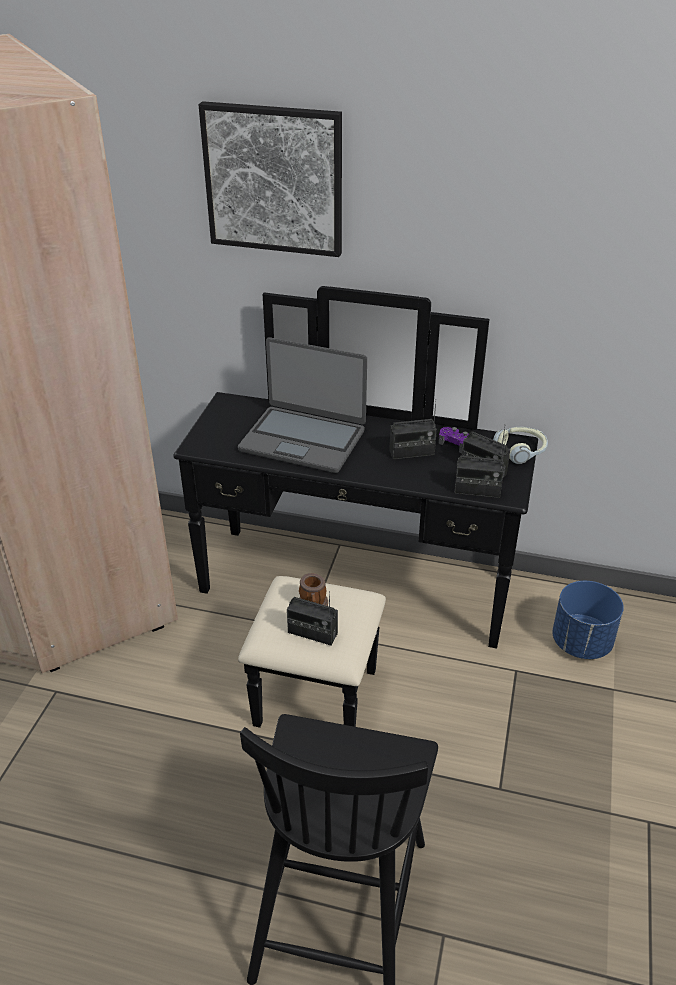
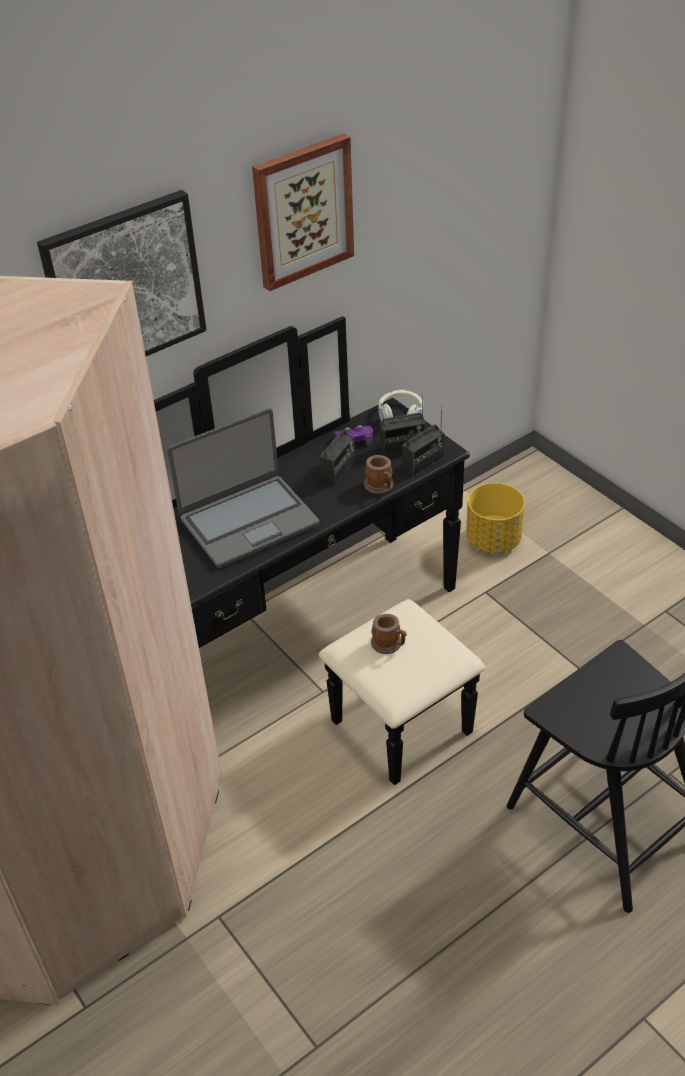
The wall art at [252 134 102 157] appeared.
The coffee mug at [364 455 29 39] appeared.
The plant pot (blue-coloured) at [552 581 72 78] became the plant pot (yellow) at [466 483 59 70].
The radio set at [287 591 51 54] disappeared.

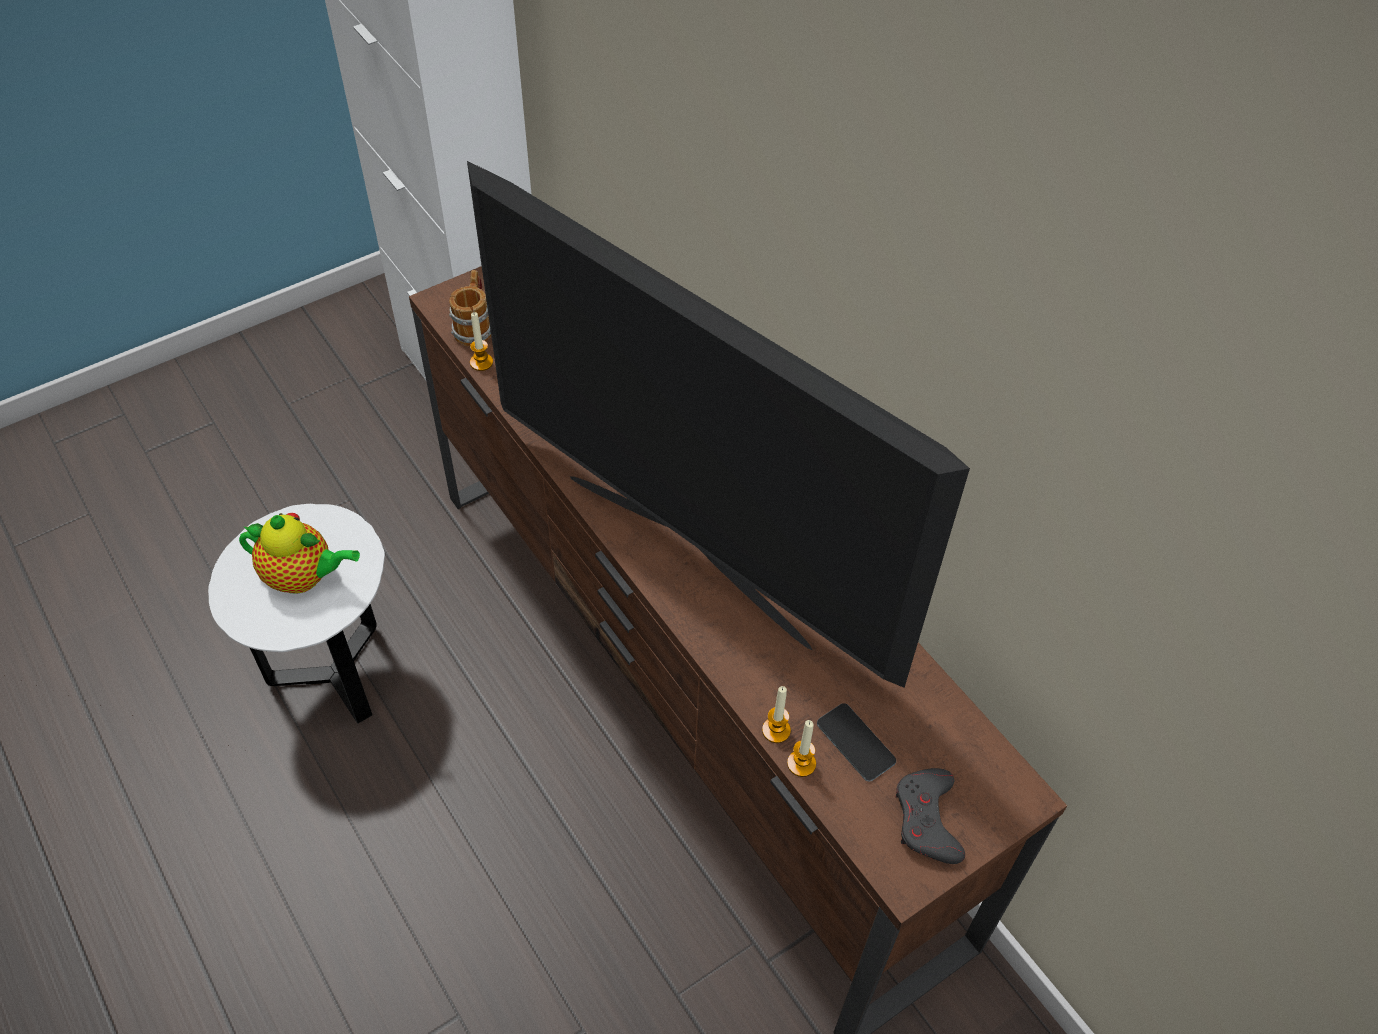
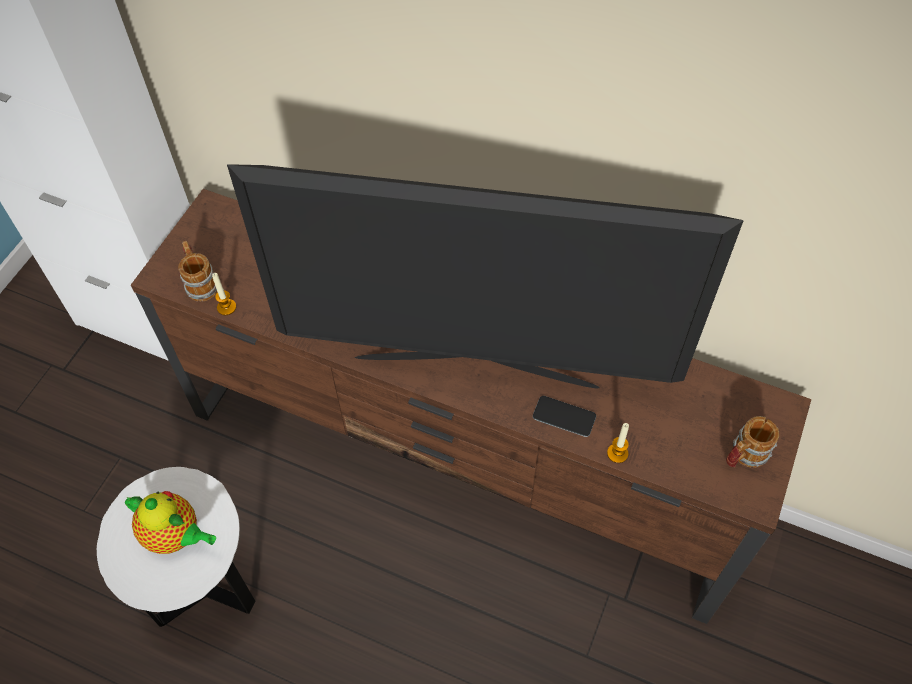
The tea pot at [239 513 121 81] turned 45 degrees clockwise.
The phone moved from [817 703 79 78] to [533 396 63 41].
The game controller (greyish) at [896 768 69 96] was replaced by the coffee mug at [726 416 53 52].
The wax light at [787 720 29 57] disappeared.

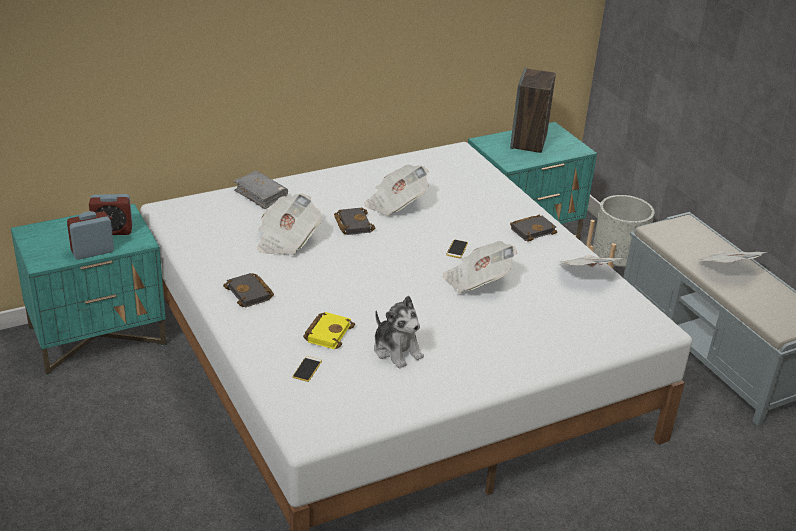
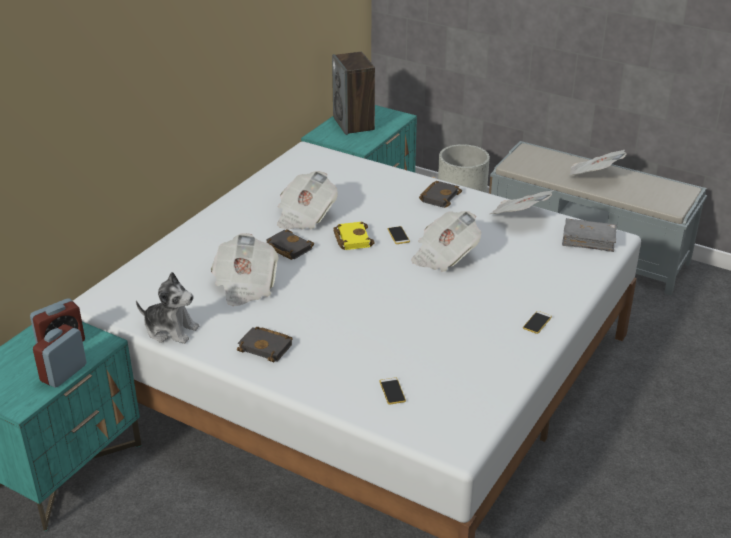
The cuddly toy moved from [374 296 50 73] to [136 272 64 72].
The volume (yellow) moved from [303 312 52 37] to [333 222 42 28].
The phone at [523 311 29 23] appeared.
The volume (greyish) moved from [234 171 54 38] to [562 218 55 34].

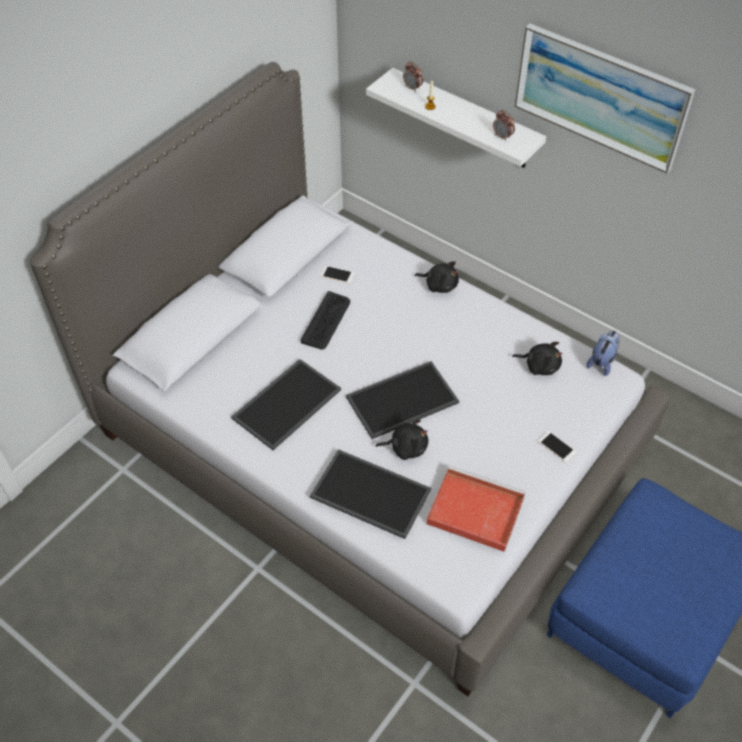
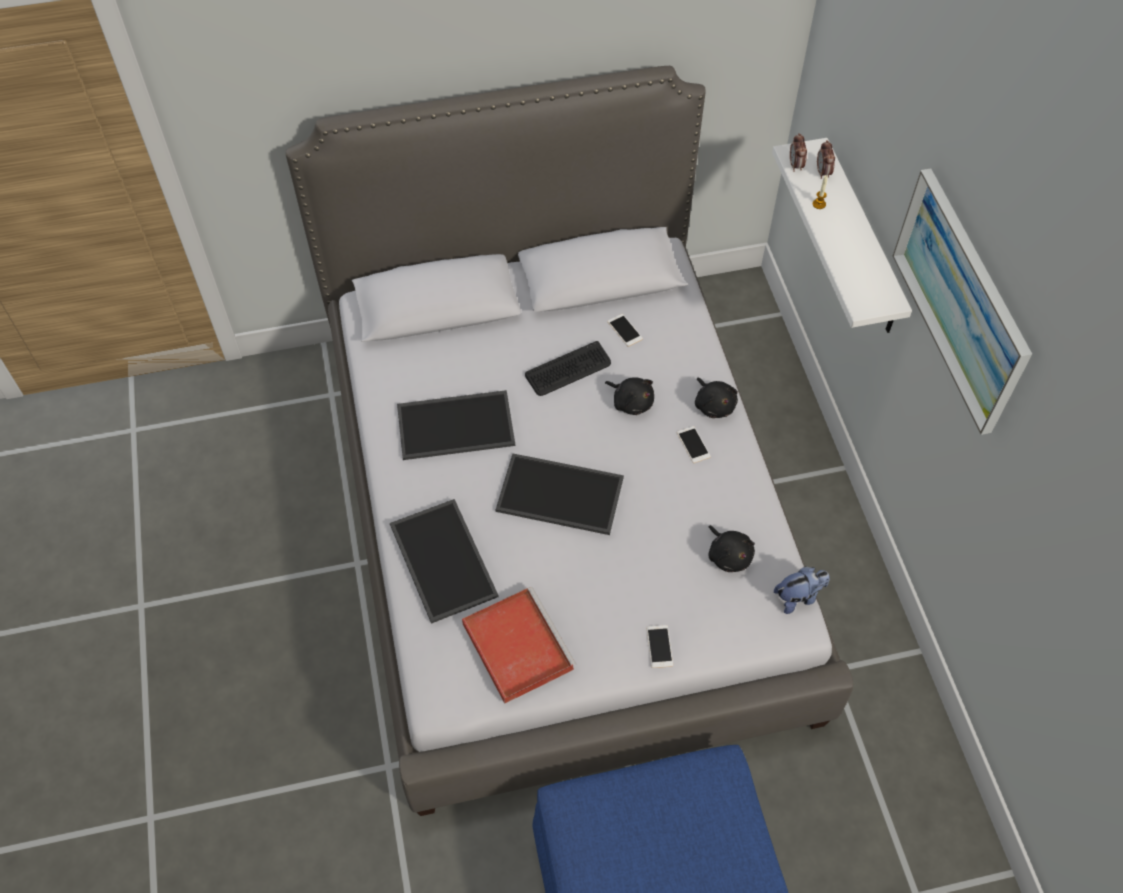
The cuddly toy (blackish) moved from [376 420 52 40] to [605 377 49 38].
The phone at [677 426 34 37] appeared.
The alarm clock moved from [493 110 22 31] to [790 133 17 39].

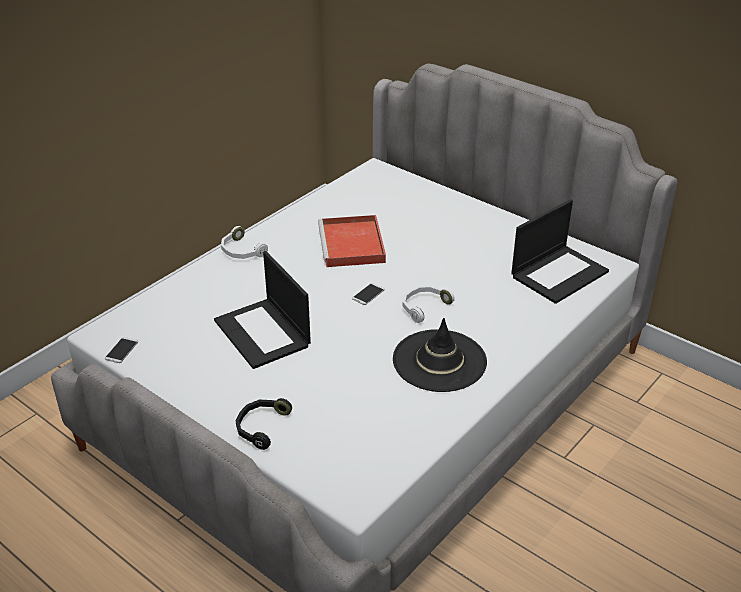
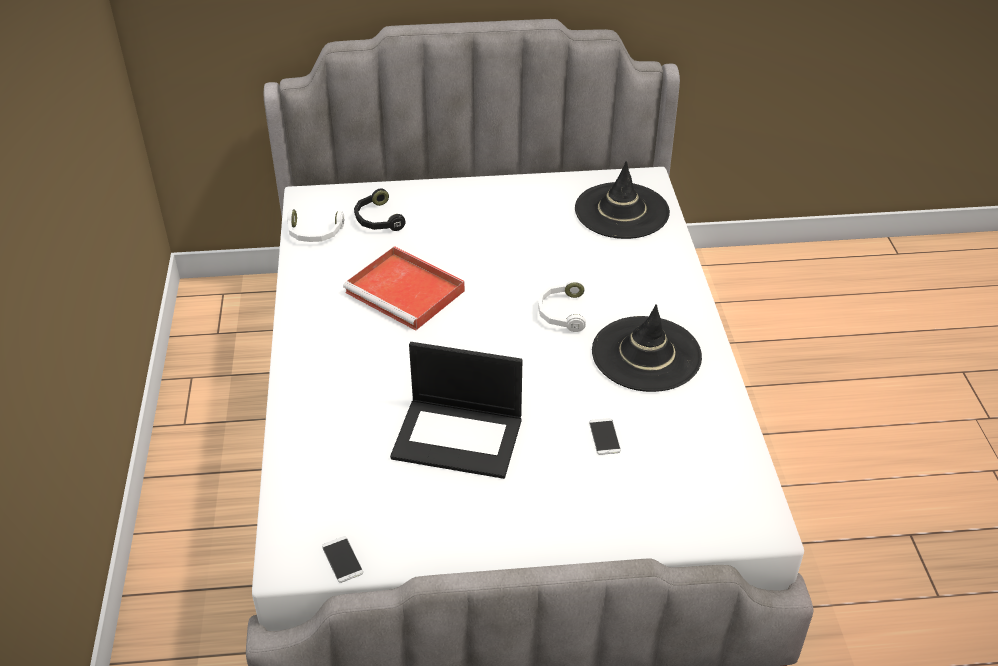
The headphones (white-coloured) moved from [221 226 47 33] to [287 209 57 33].
The headphones (blackish) moved from [236 398 56 52] to [354 189 52 42].
The portable computer at [511 199 98 105] was replaced by the wearable hat (blackish) at [575 161 95 78].
The phone moved from [352 283 33 22] to [589 418 32 37].

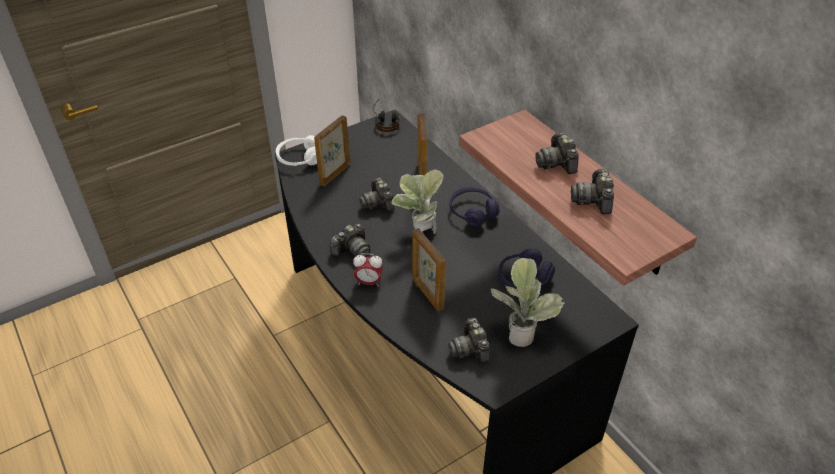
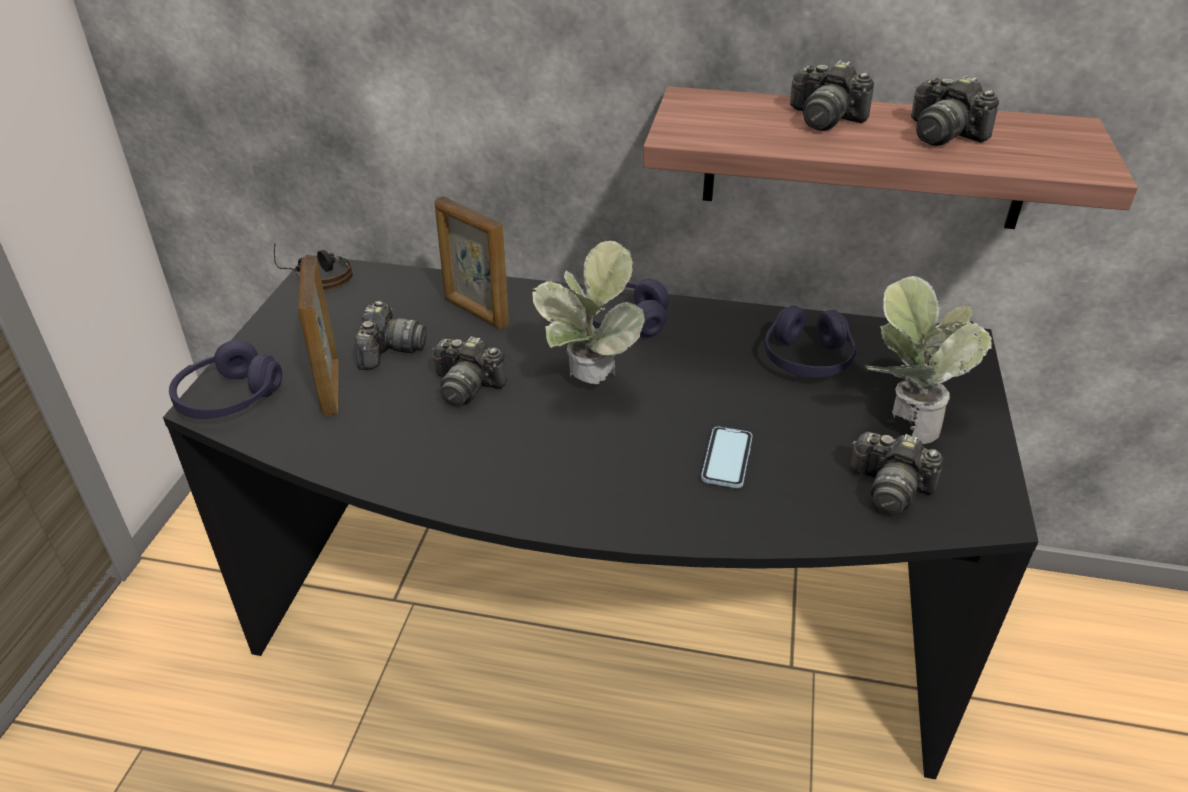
The headphones (white-coloured) at [276 135 41 31] became the headphones (purplish) at [169 340 113 79].
The still camera moved from [330 223 41 34] to [354 301 73 69].
The standing frame at [412 228 34 83] was replaced by the phone at [701 427 52 61].
The alarm clock at [353 253 30 34] disappeared.

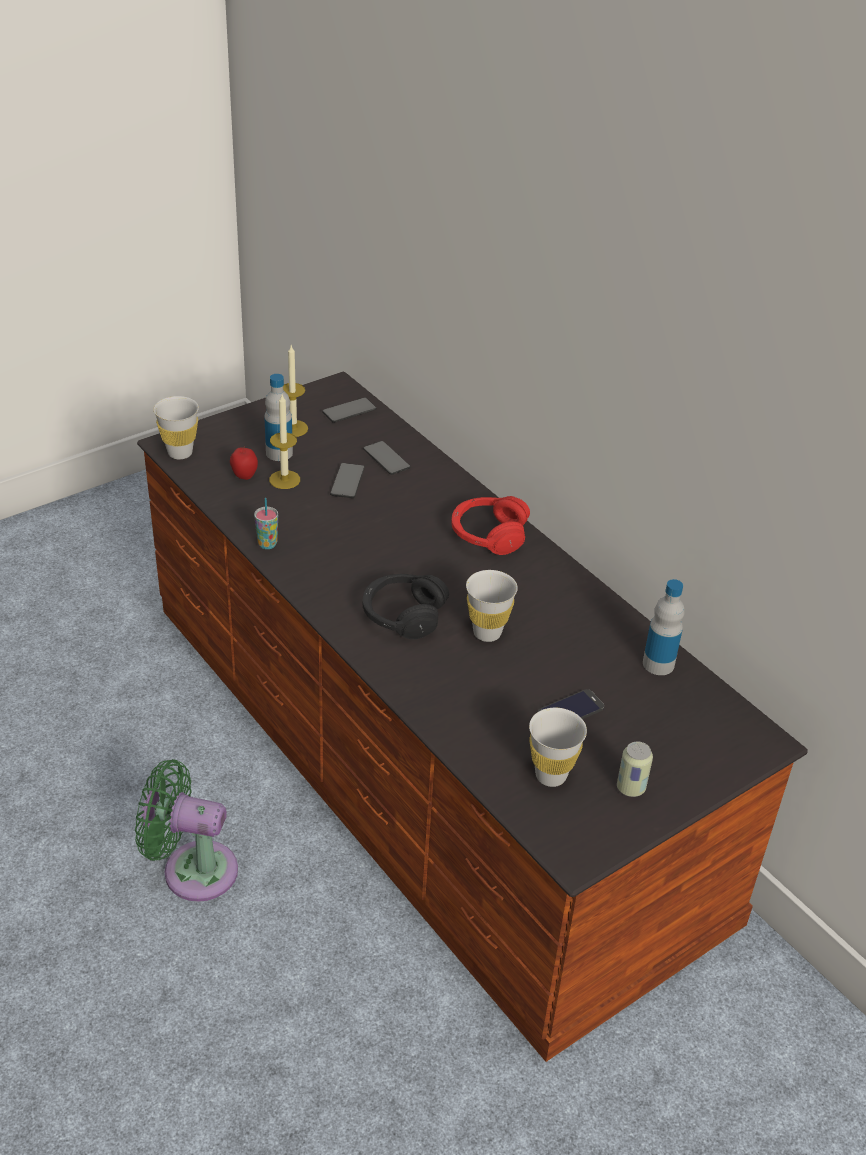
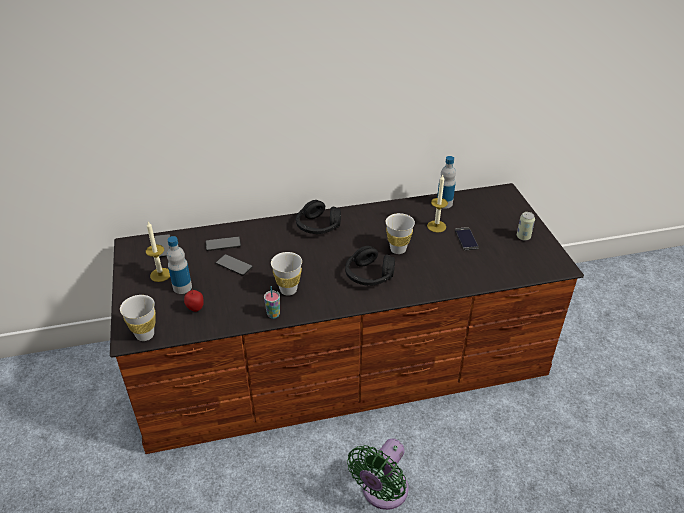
The cup (white-coloured) moved from [529 708 58 79] to [271 252 31 44].
The headphones (red-coloured) at [451 496 79 59] became the headphones (blackish) at [296 200 45 34].
The wax light moved from [269 395 31 94] to [427 175 21 57].

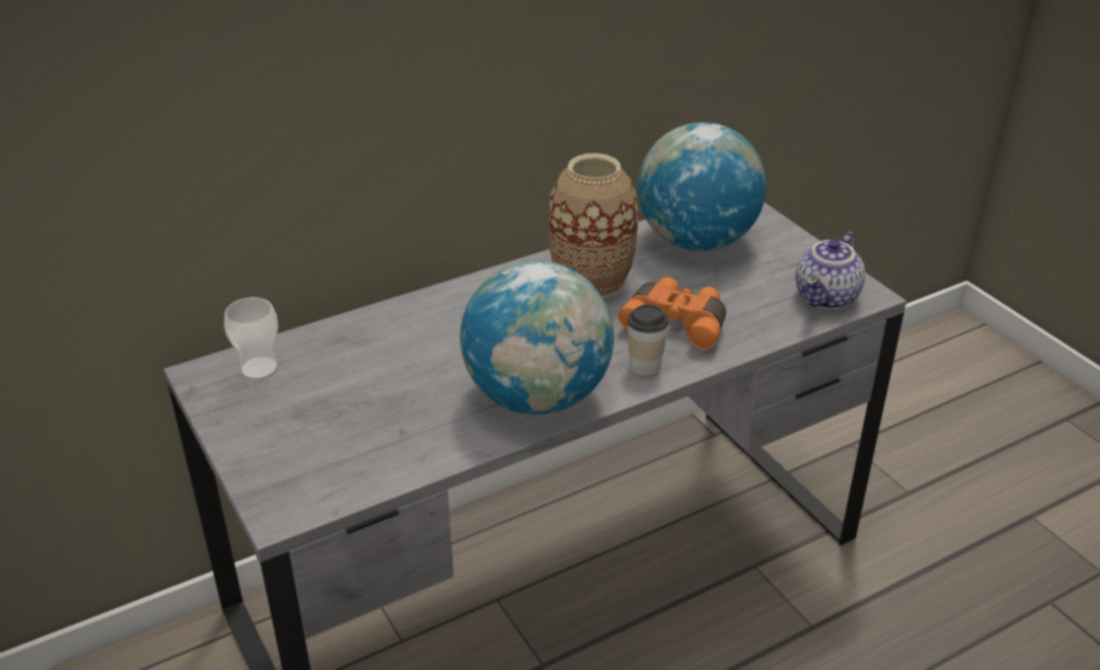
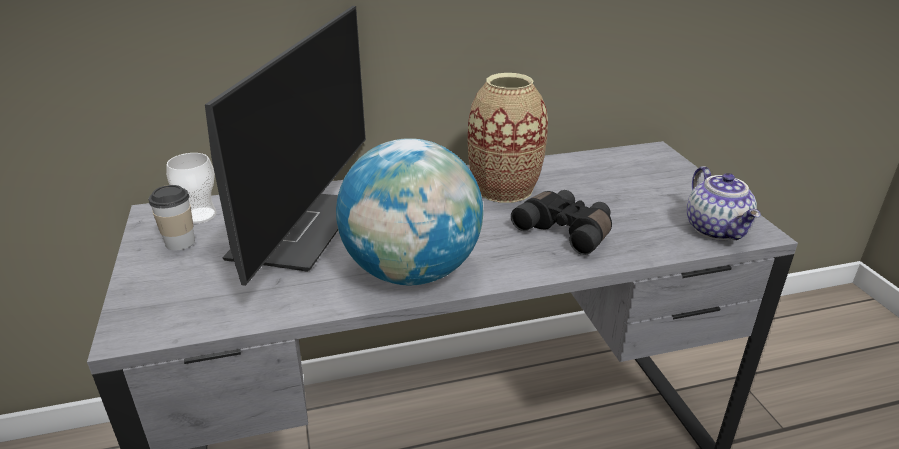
The cup moved from [627 304 42 72] to [149 185 46 65].
The computer display at [205 6 161 280] appeared.
The binoculars (orange) at [618 277 108 72] became the binoculars (blackish) at [511 190 101 65].
The tea pot at [795 232 70 78] turned 60 degrees counterclockwise.
The globe at [638 122 128 129] disappeared.

